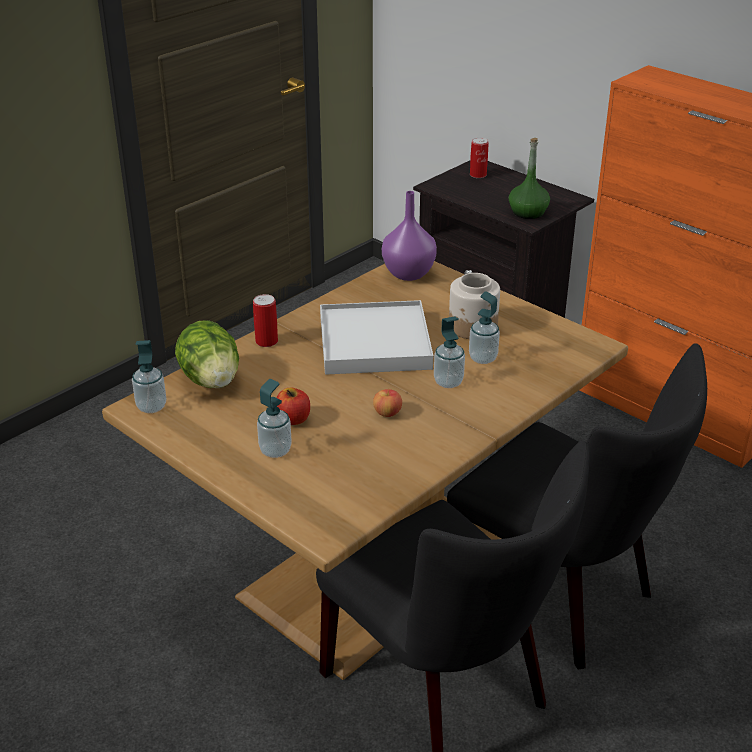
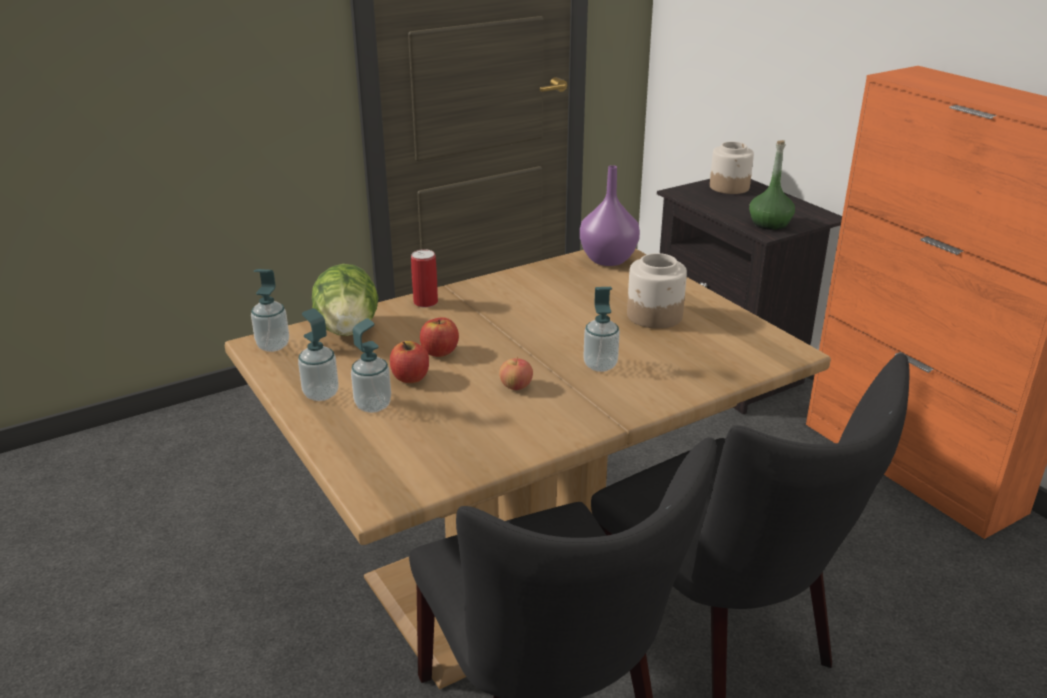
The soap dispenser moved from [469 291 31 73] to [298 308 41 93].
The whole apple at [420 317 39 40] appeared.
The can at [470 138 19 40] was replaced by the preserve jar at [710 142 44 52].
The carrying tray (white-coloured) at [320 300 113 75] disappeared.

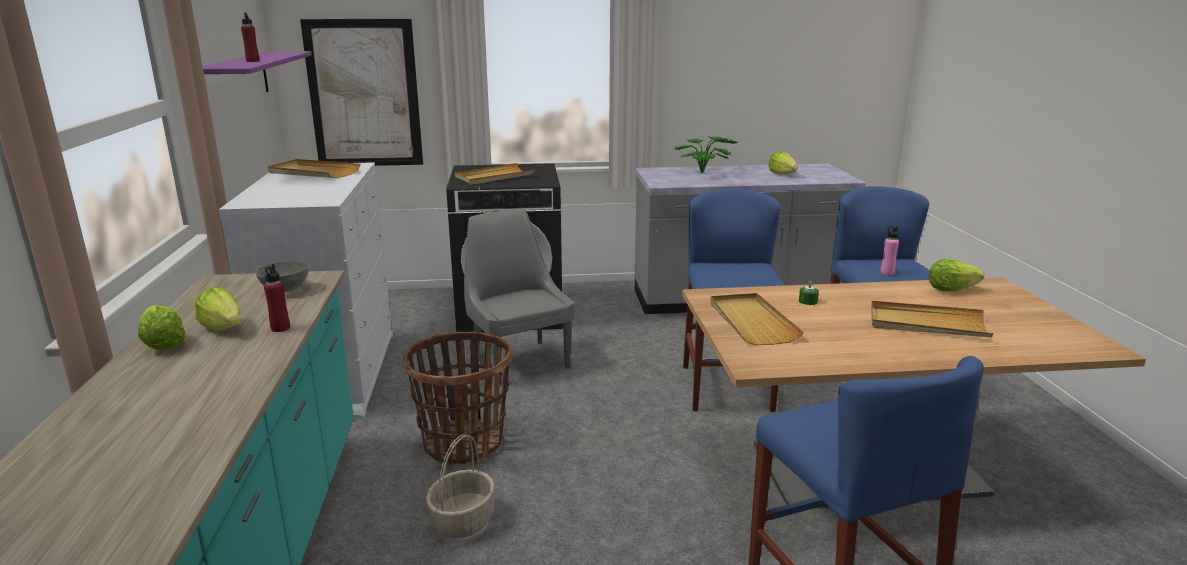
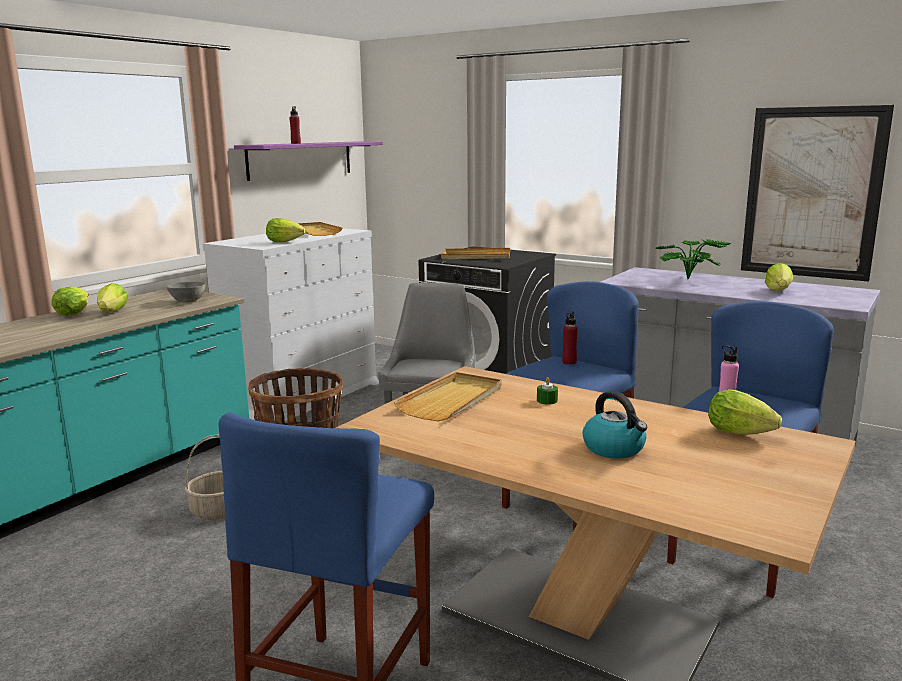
The lettuce head at [266 218 39 24] appeared.
The drink bottle (red-coloured) moved from [264 264 26 68] to [562 311 16 54].
The carrying tray (beige-coloured) at [871 301 122 36] was replaced by the tea kettle at [583 391 64 67].
The wall art moved from [300 19 123 147] to [741 105 153 177].

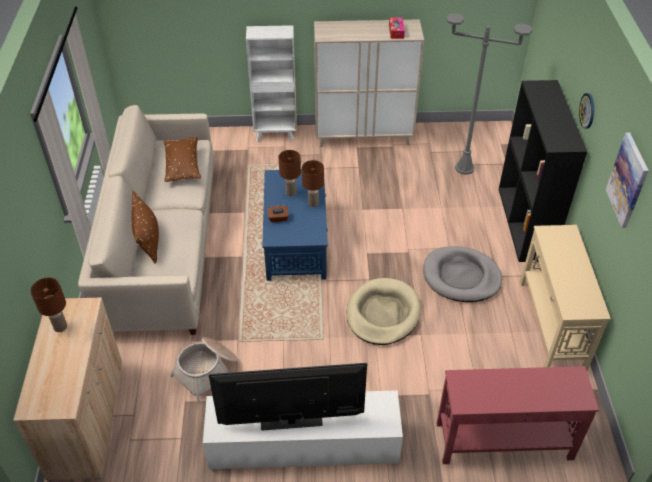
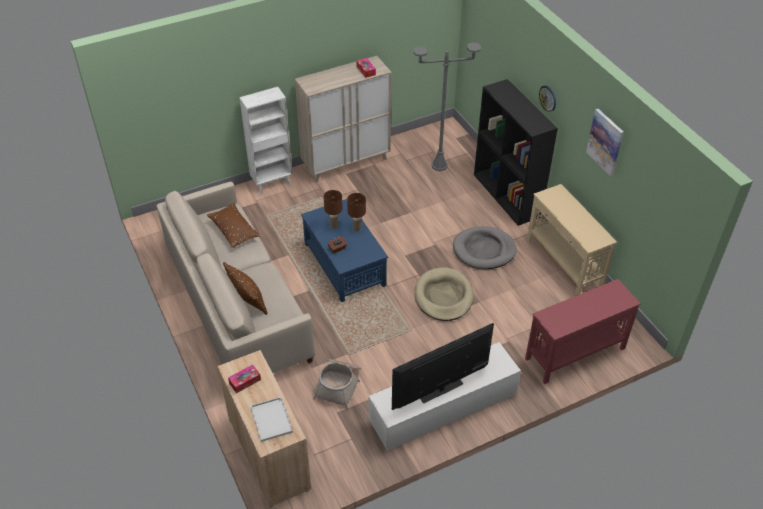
The lamp for a table (brownish) at [31 278 36 54] was replaced by the box of tissues at [228 365 33 28].
The carrying tray (white-coloured) at [250 397 43 45] appeared.

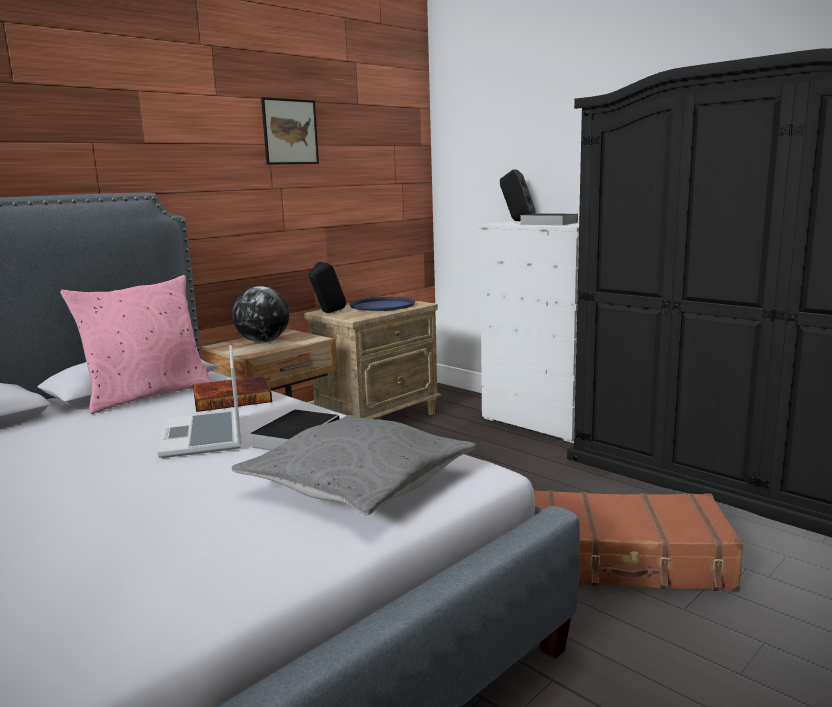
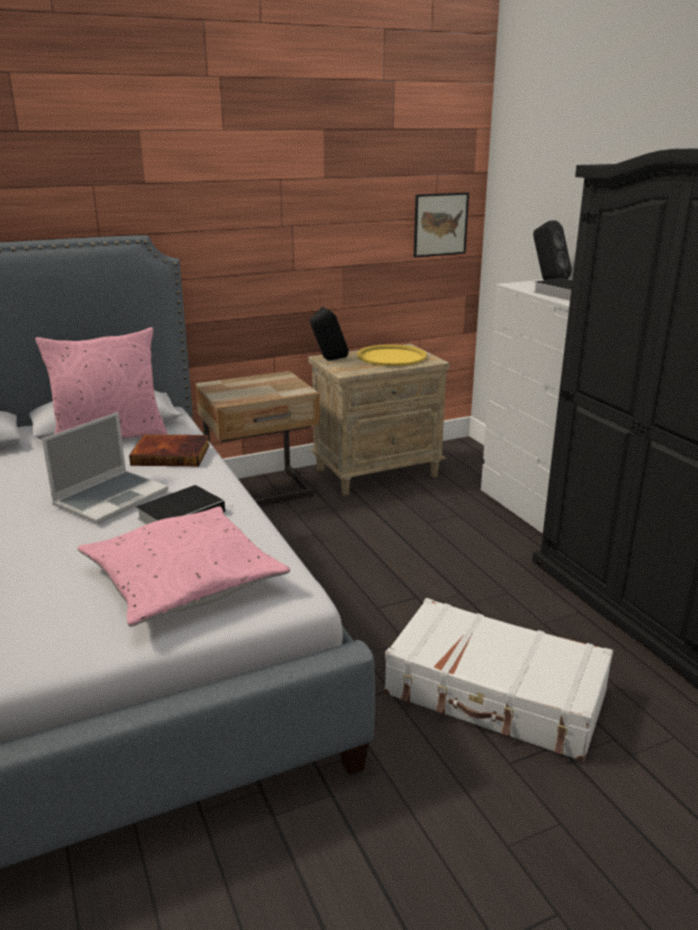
The portable computer at [158 345 83 113] turned 150 degrees counterclockwise.
The pillow (greyish) at [232 415 245 100] became the pillow (pink) at [78 506 212 121].
The carrying tray (blue-coloured) at [350 297 65 14] became the carrying tray (yellow) at [357 344 70 22].
The suitcase (brownish) at [534 490 210 102] became the suitcase (white-coloured) at [384 598 229 164].
The wall art moved from [261 97 58 68] to [414 192 55 66].
The globe at [232 286 57 56] disappeared.

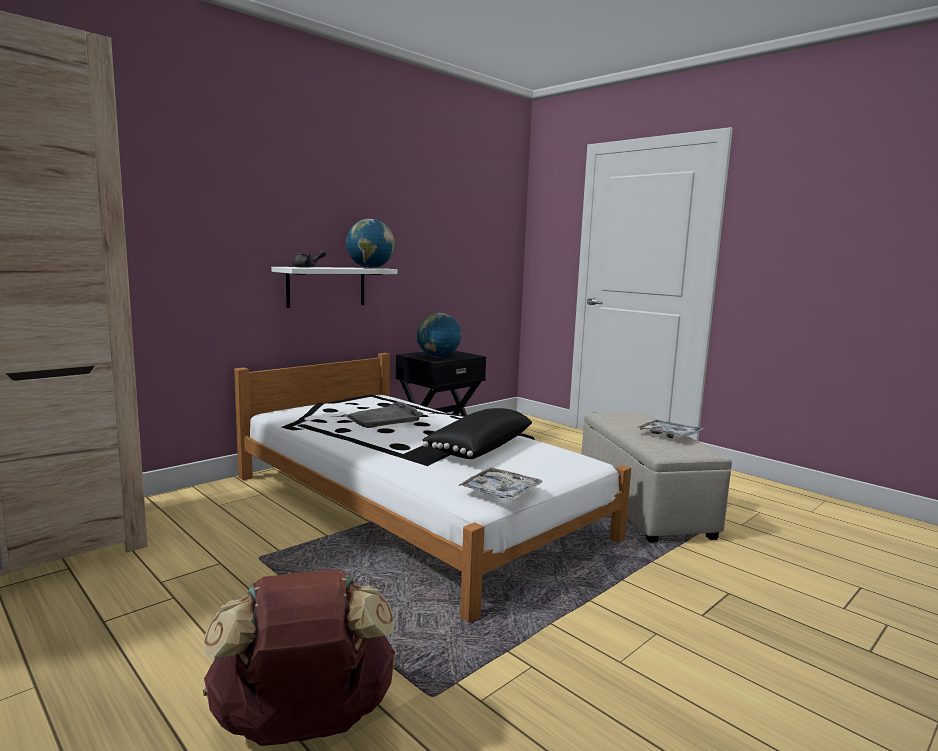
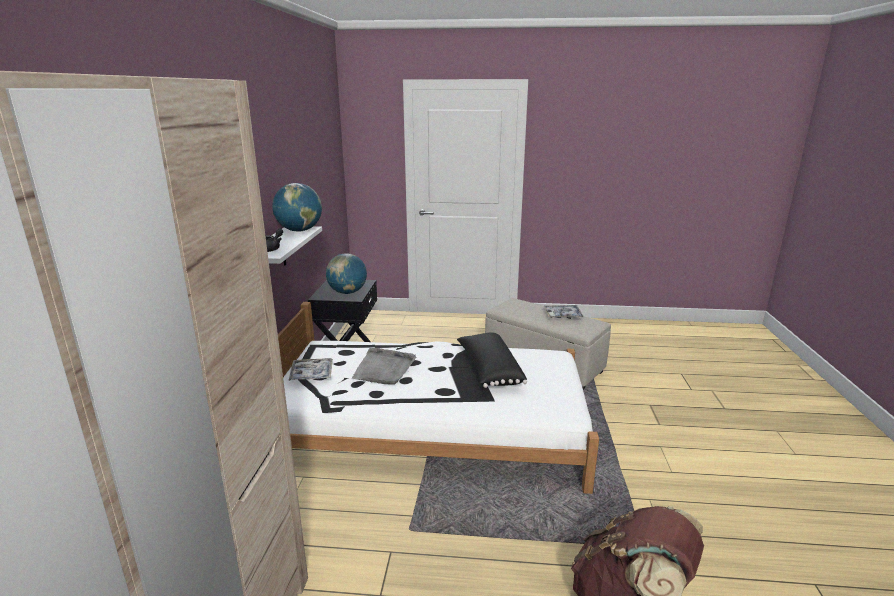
The carrying tray moved from [458 467 84 34] to [288 358 45 23].

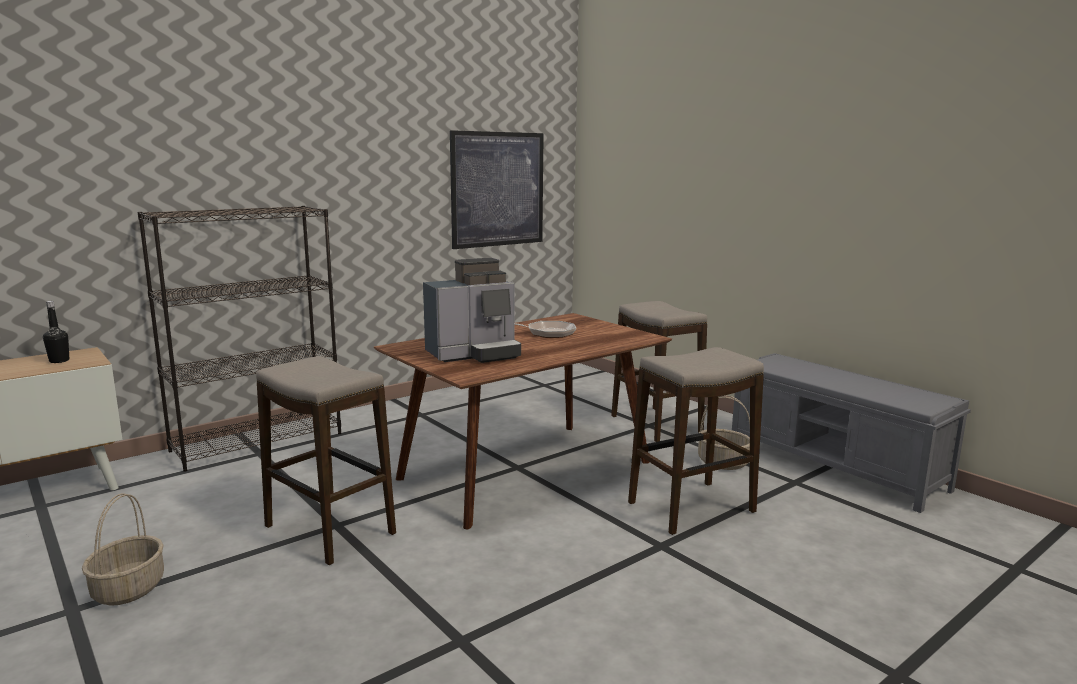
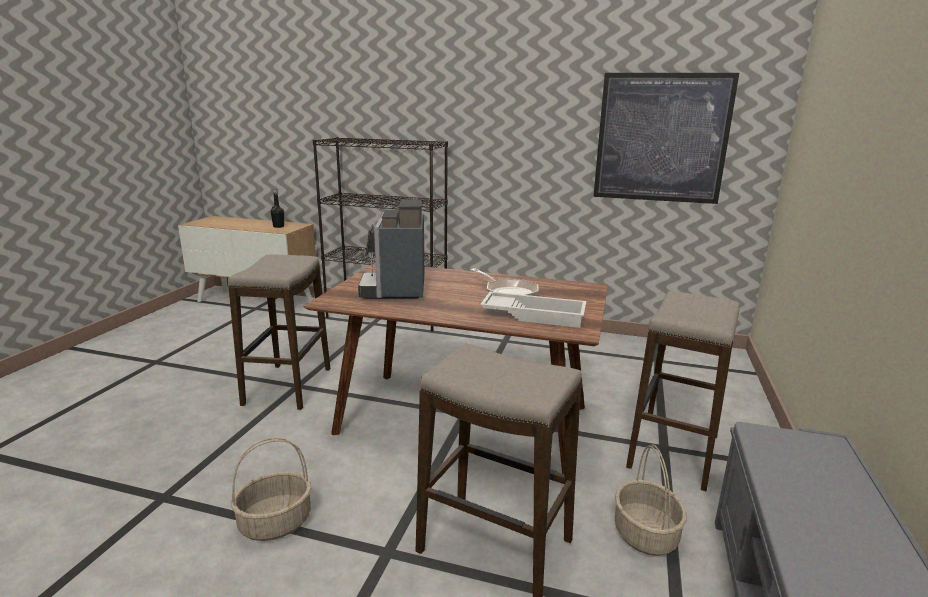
The household basket moved from [82 493 82 113] to [231 438 81 103].
The coffee maker at [423 258 98 105] turned 60 degrees clockwise.
The carrying tray (white-coloured) at [480 292 106 36] appeared.

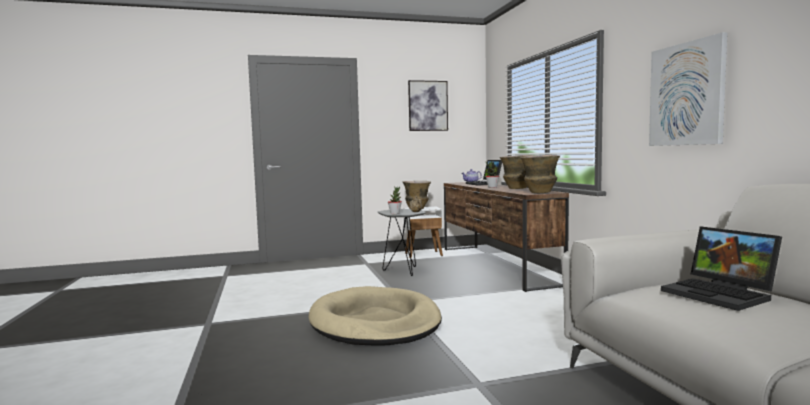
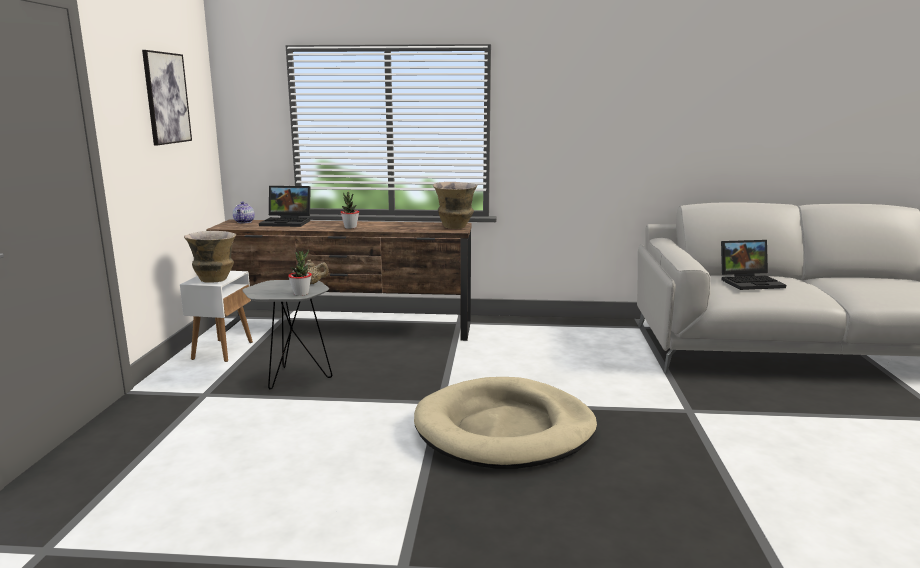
The flower vase at [500 155 35 34] disappeared.
The wall art at [649 32 78 114] disappeared.

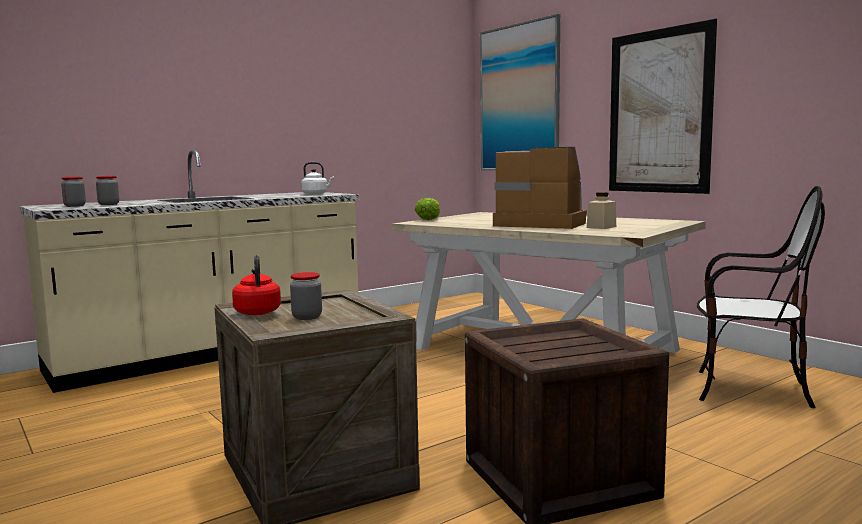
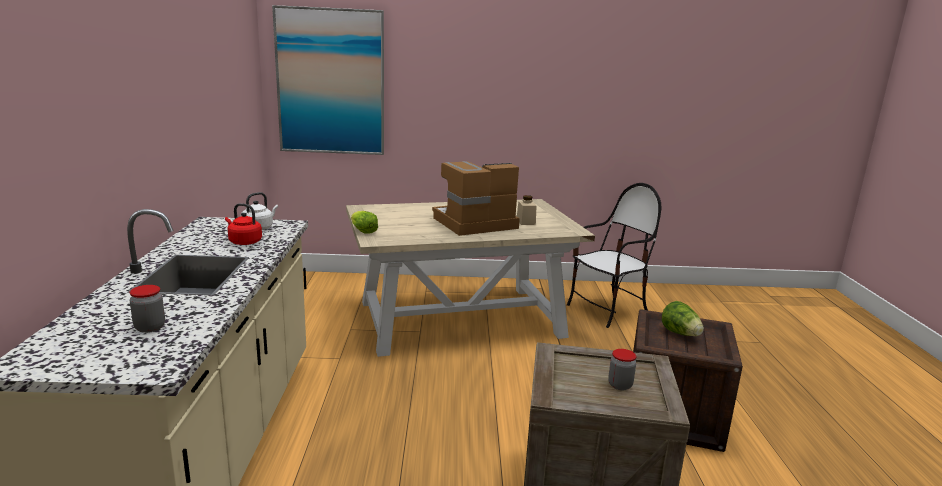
The tea kettle (red-coloured) moved from [232 255 49 60] to [225 203 37 42].
The lettuce head at [662 301 42 35] appeared.
The preserve jar at [61 176 25 31] disappeared.
The wall art at [609 19 108 175] disappeared.

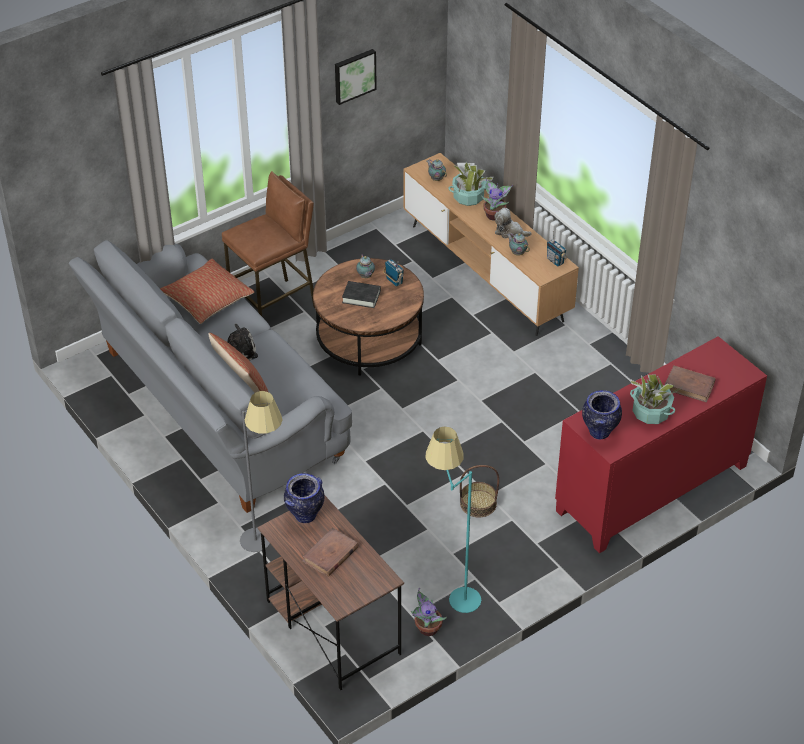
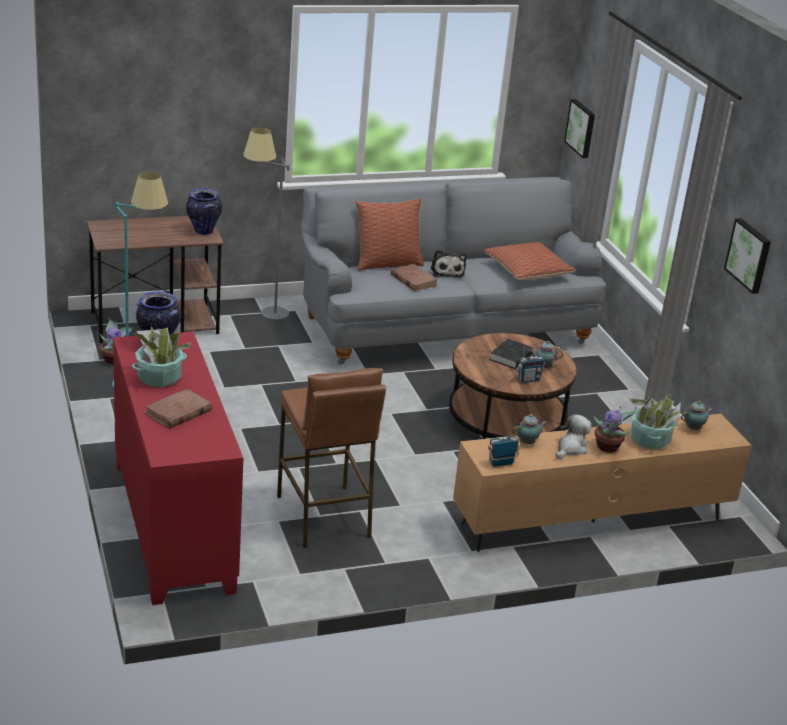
The stool seat (brownish) moved from [222 171 93 145] to [277 368 109 180].
The volume (brownish) moved from [302 528 57 49] to [391 264 46 27].
The wall art at [564 99 31 59] appeared.
The household basket at [460 465 39 52] disappeared.

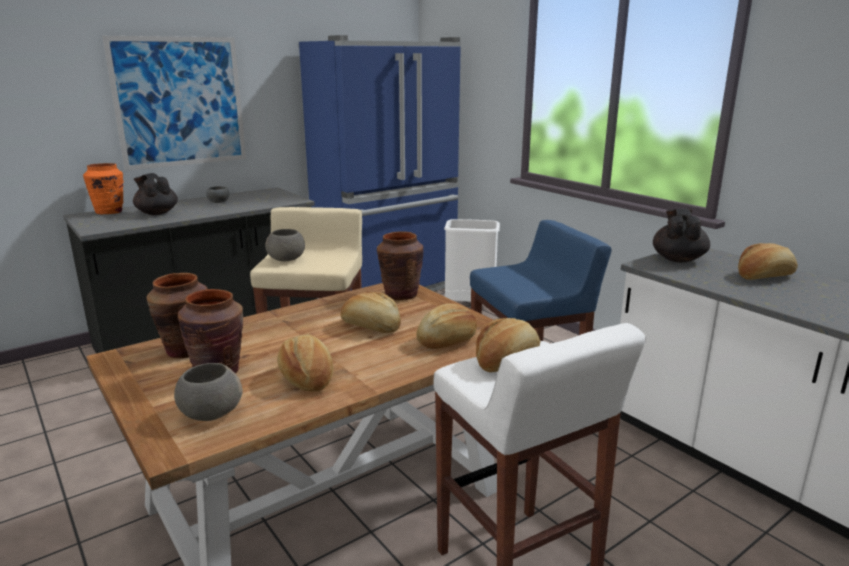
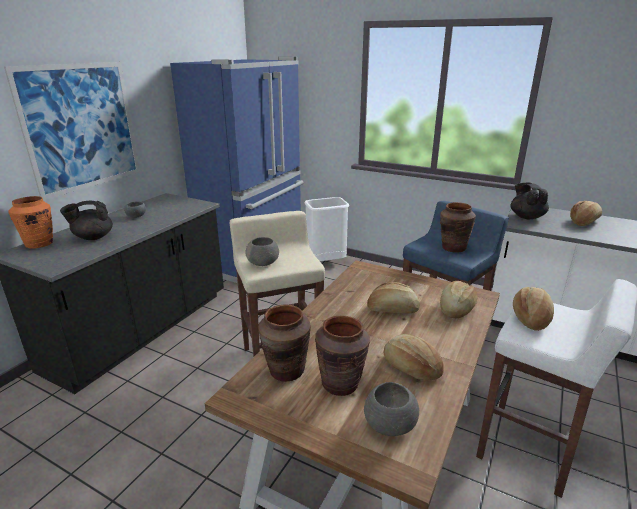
The tea pot (blackish) at [133 173 45 42] turned 45 degrees counterclockwise.
The flower vase (brownish) moved from [377 231 46 69] to [440 202 36 51].

